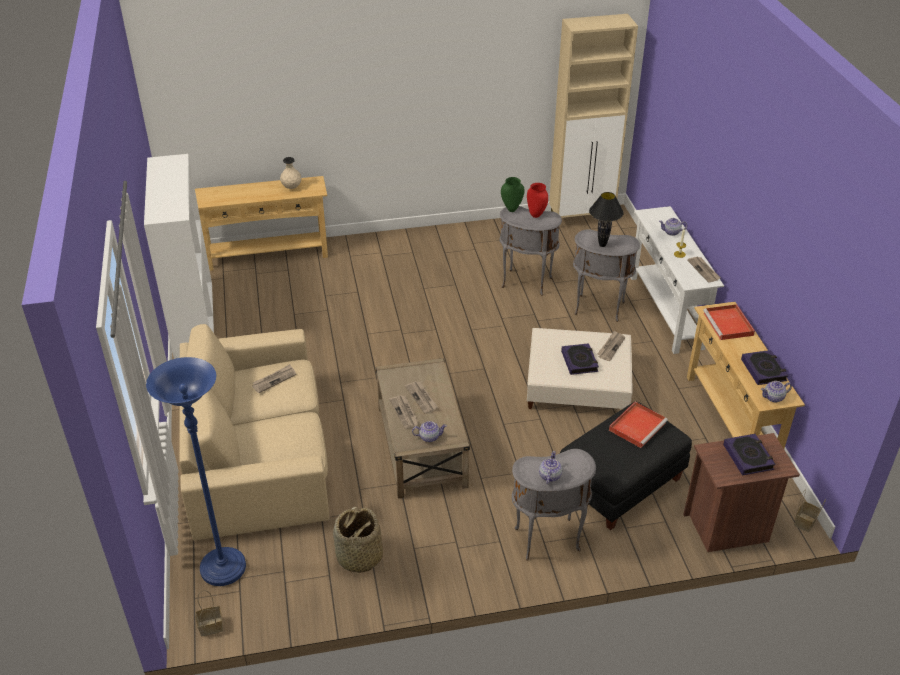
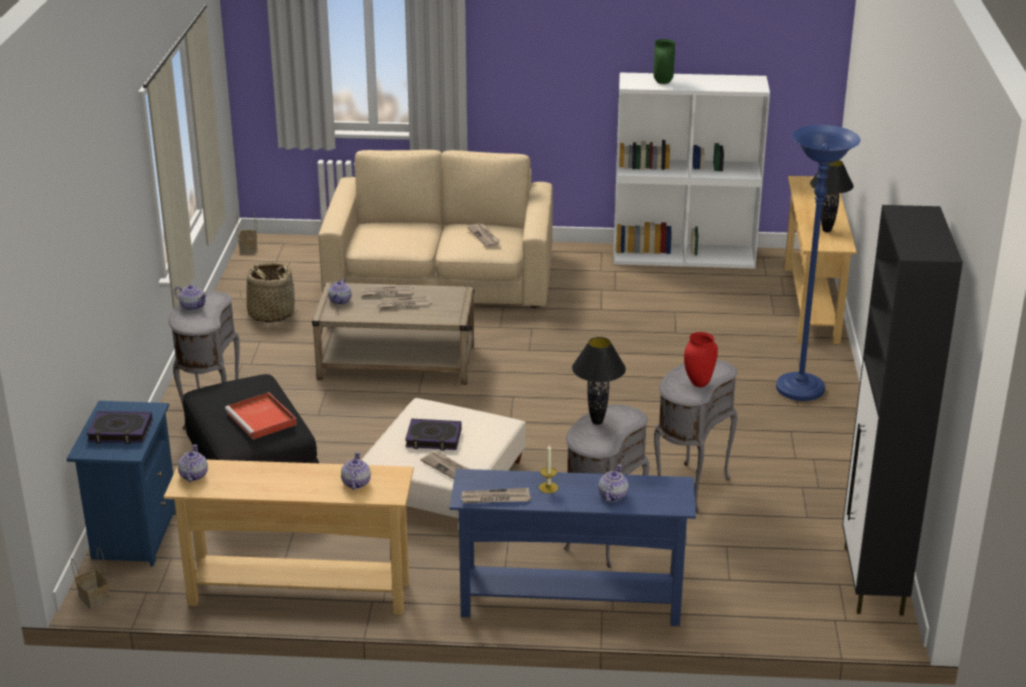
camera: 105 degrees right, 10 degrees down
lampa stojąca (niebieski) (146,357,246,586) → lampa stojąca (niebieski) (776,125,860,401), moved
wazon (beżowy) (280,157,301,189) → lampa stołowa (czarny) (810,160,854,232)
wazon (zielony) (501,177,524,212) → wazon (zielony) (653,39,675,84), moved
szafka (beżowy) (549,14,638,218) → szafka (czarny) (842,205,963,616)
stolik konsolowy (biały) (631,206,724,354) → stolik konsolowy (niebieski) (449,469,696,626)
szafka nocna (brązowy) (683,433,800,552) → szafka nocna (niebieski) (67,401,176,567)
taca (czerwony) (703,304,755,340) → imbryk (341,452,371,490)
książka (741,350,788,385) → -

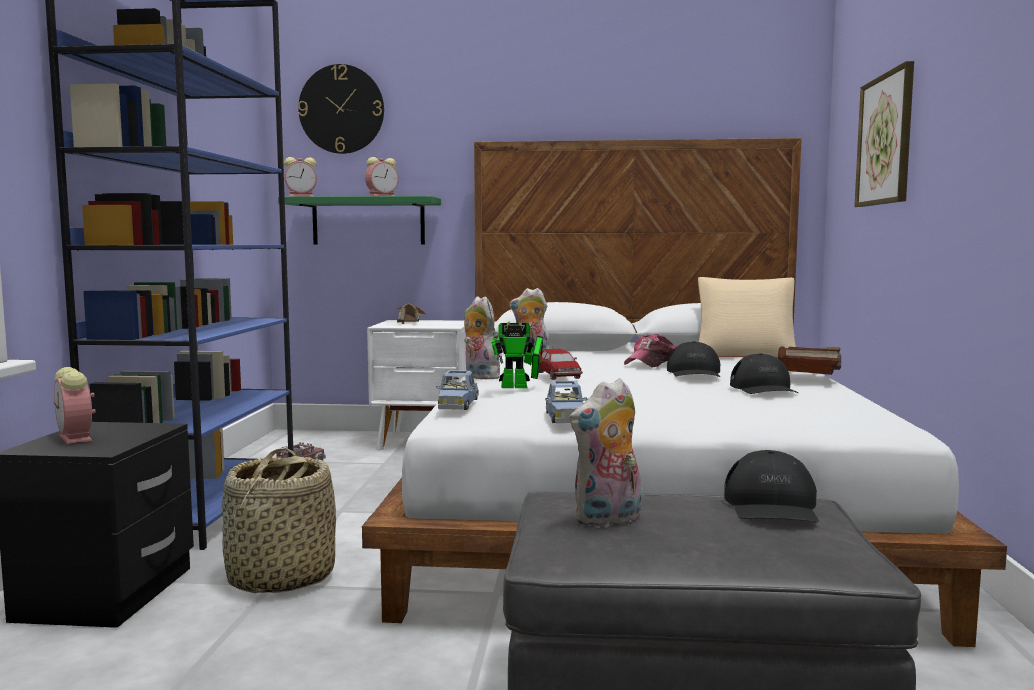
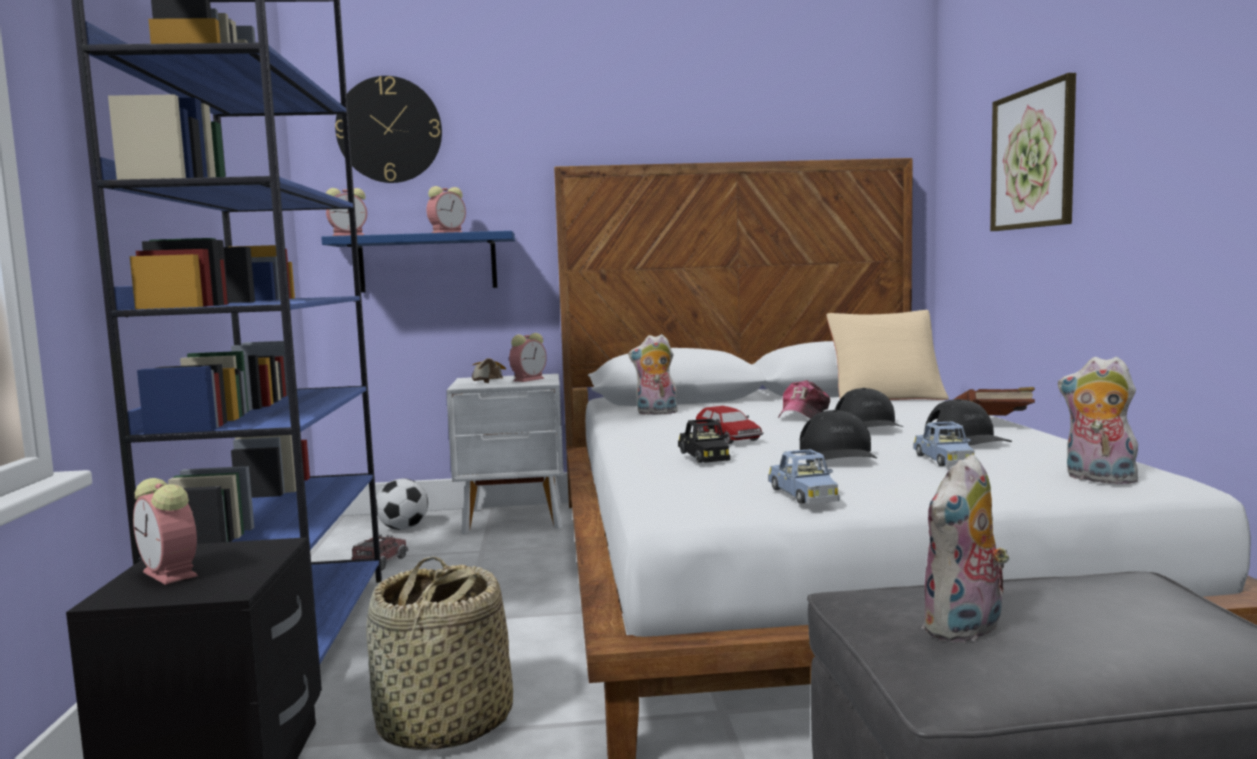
camera: 10 degrees left, 0 degrees up
półka (zielony) (278,196,441,245) → półka (niebieski) (321,231,515,293)
samochodzik (niebieski) (436,370,479,410) → samochodzik (niebieski) (913,422,975,466), moved
pluszak (464,296,503,379) → pluszak (1058,357,1138,485), moved
robot zabawkowy (487,298,543,388) → samochodzik (czarny) (678,419,730,463)
czapka z daszkiem (czarny) (724,450,819,523) → czapka z daszkiem (czarny) (800,410,877,461), moved
- → piłka futbolowa (376,478,428,530)
- → budzik (509,333,547,382)

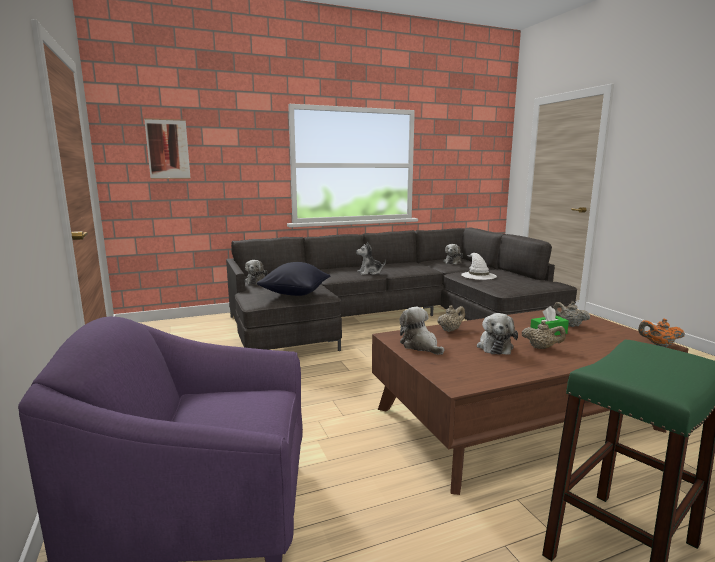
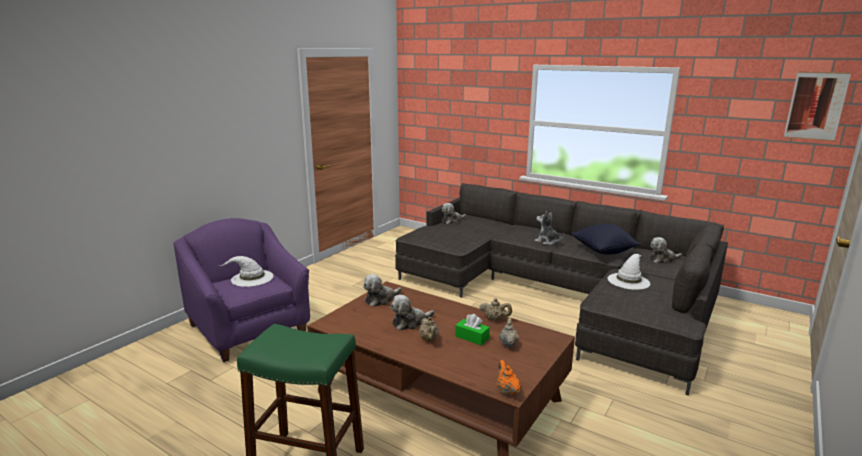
camera: 55 degrees right, 5 degrees up
obraz (144,118,191,179) → obraz (784,71,851,141), moved
poduszka (czarny) (257,262,330,296) → poduszka (czarny) (571,223,641,255), moved
pluszak (399,307,444,355) → pluszak (363,274,402,307), 150 degrees counterclockwise
imbryk (beżowy) (437,305,465,332) → imbryk (beżowy) (479,298,512,321), moved
- → kapelusz (biały) (219,256,273,287)

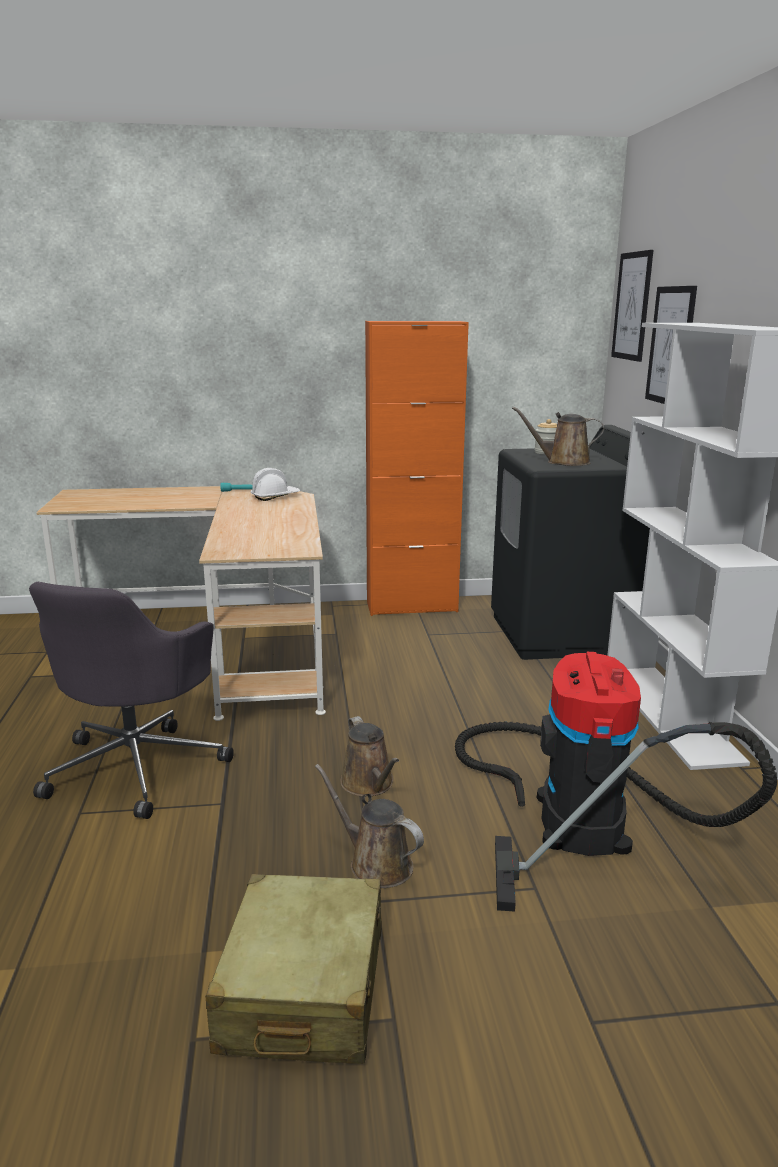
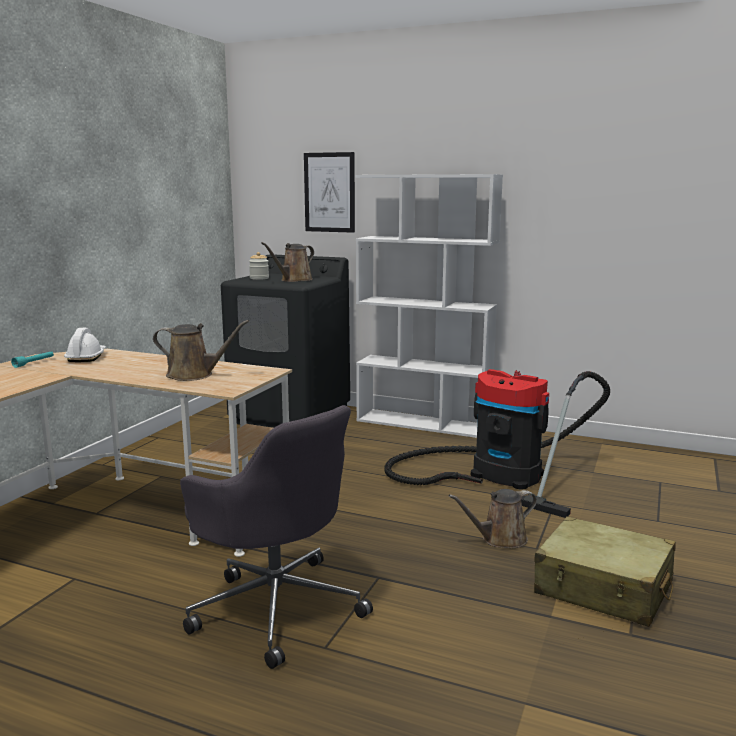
camera: 60 degrees left, 5 degrees down
konewka (brązowy) (340,716,399,797) → konewka (brązowy) (153,320,249,381), moved
szafka (pomarańczowy) (365,321,469,616) → -
obraz (611,250,653,362) → -

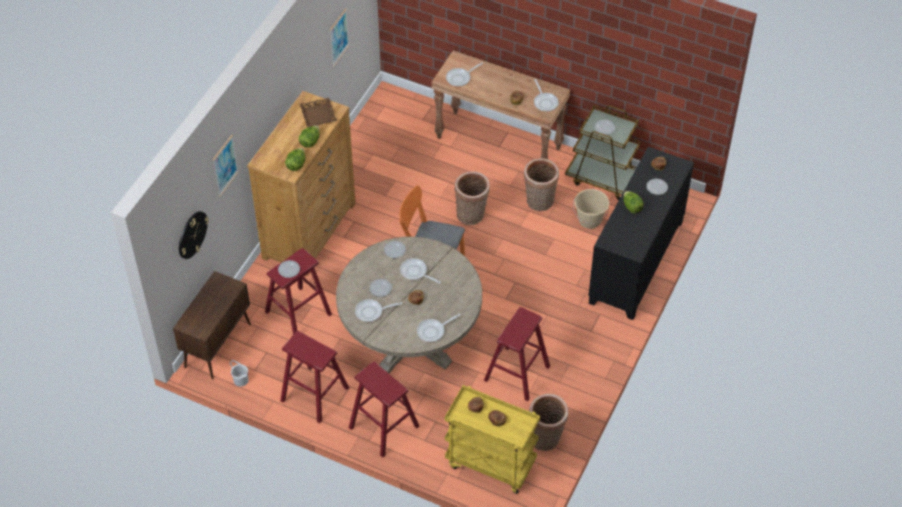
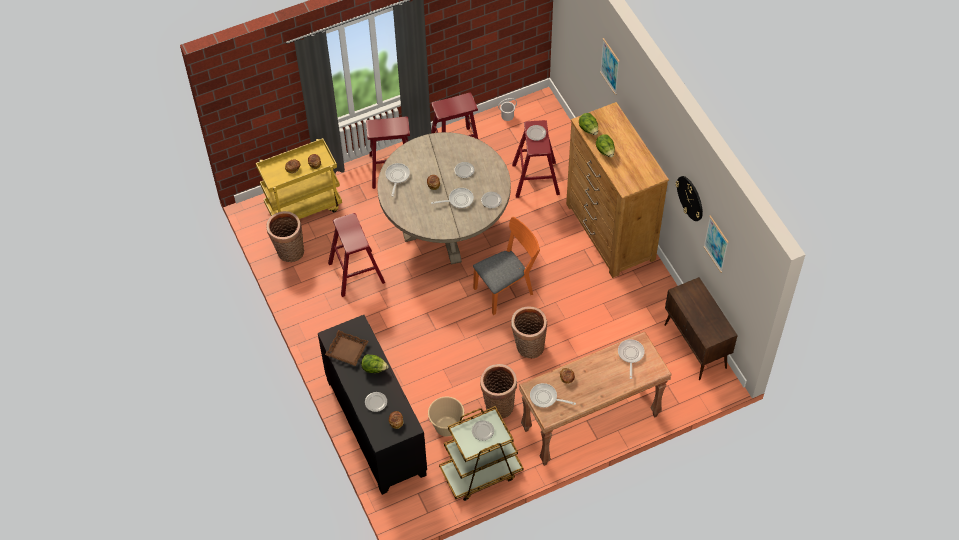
camera: 130 degrees right, 5 degrees up
szafka (brązowy) (173,271,251,380) → szafka (brązowy) (665,277,738,380), moved
zegar ścienny (179,211,209,259) → zegar ścienny (676,176,703,221), moved
taca (brązowy) (300,98,337,127) → taca (brązowy) (325,330,369,366), moved
patelnia (355,299,402,322) → -

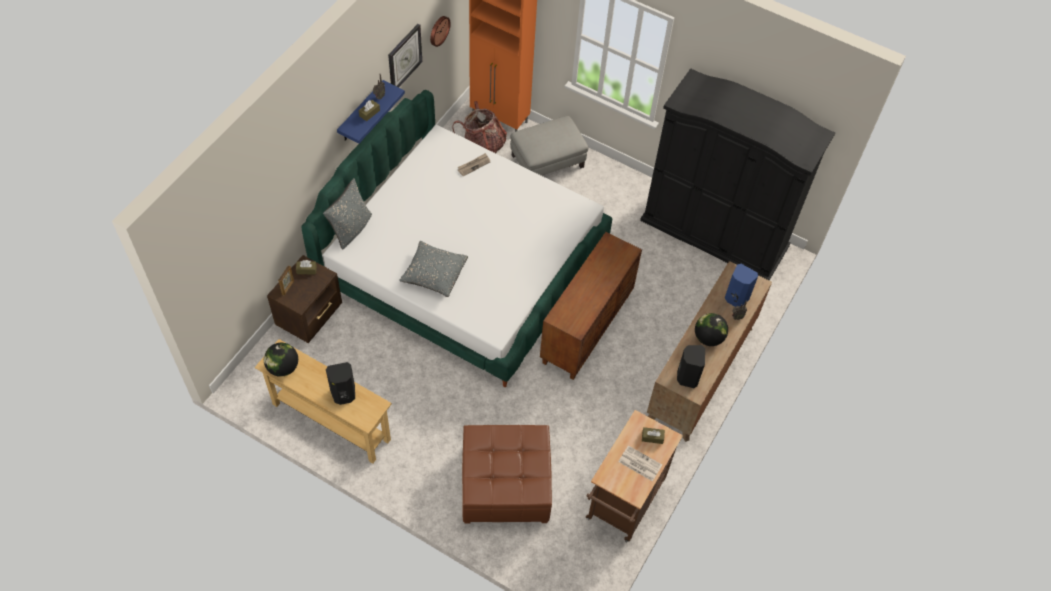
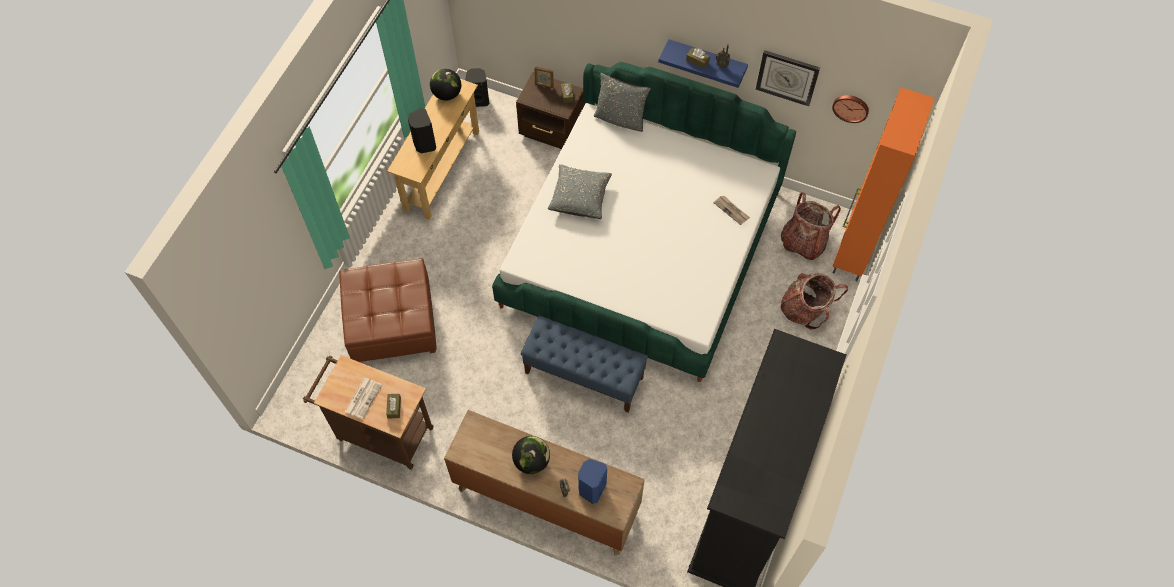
camera: 85 degrees right, 5 degrees up
pufa (szary) (510,116,588,176) → plecak (781,273,848,329)
szafka (brązowy) (540,232,642,380) → ławka (niebieski) (520,315,648,413)
głośnik (czarny) (677,345,705,388) → głośnik (czarny) (465,68,489,107), moved

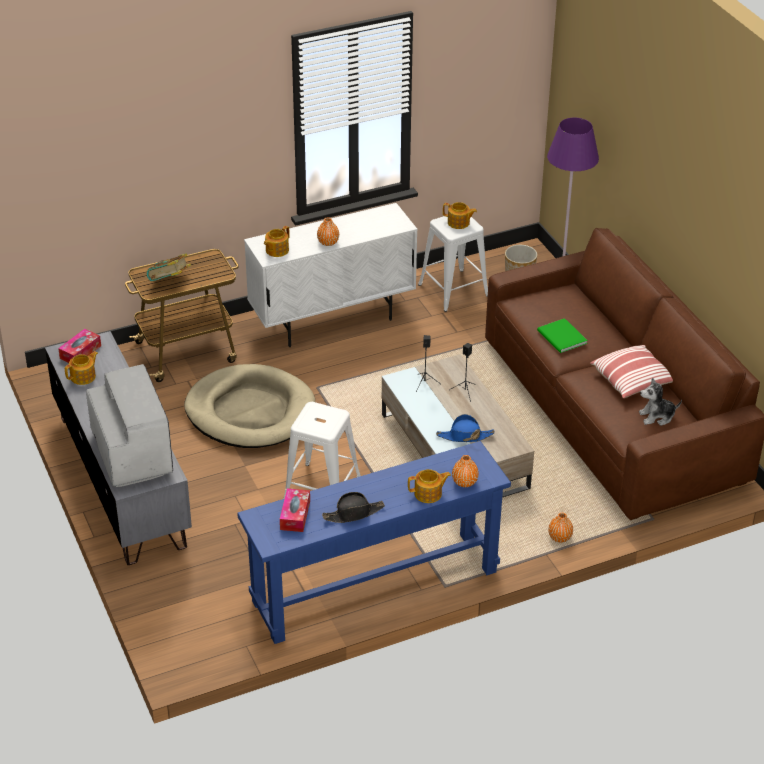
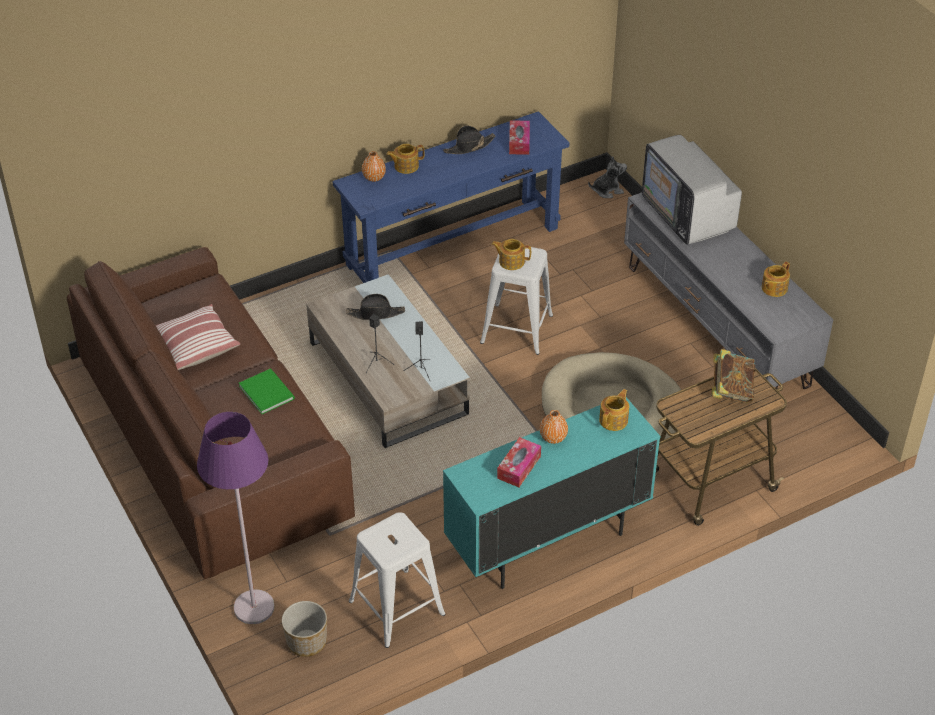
camera: 175 degrees right, 5 degrees up
pudełko chusteczek (58,329,101,363) → pudełko chusteczek (497,437,541,487), moved
szafka (biały) (244,203,417,347) → szafka (turkusowy) (443,397,660,589)
kapelusz (niebieski) (436,414,495,442) → kapelusz (czarny) (346,294,405,320)
imbryk (443,202,477,229) → imbryk (491,239,531,270), moved
wazon (pomarańczowy) (548,513,573,543) → -
pluszak (639,377,682,426) → pluszak (588,157,627,198), moved

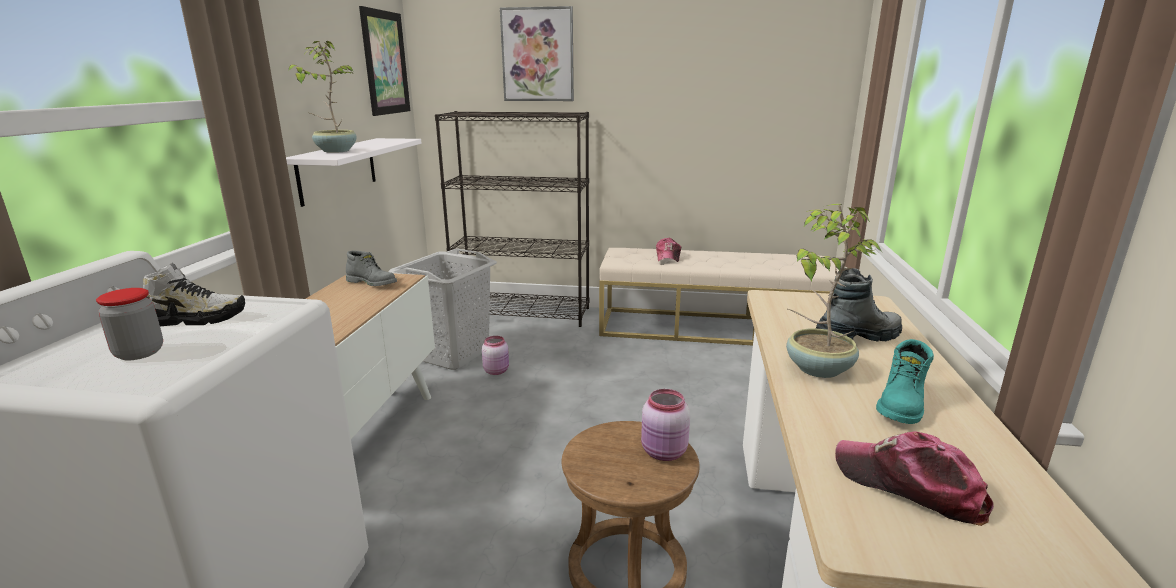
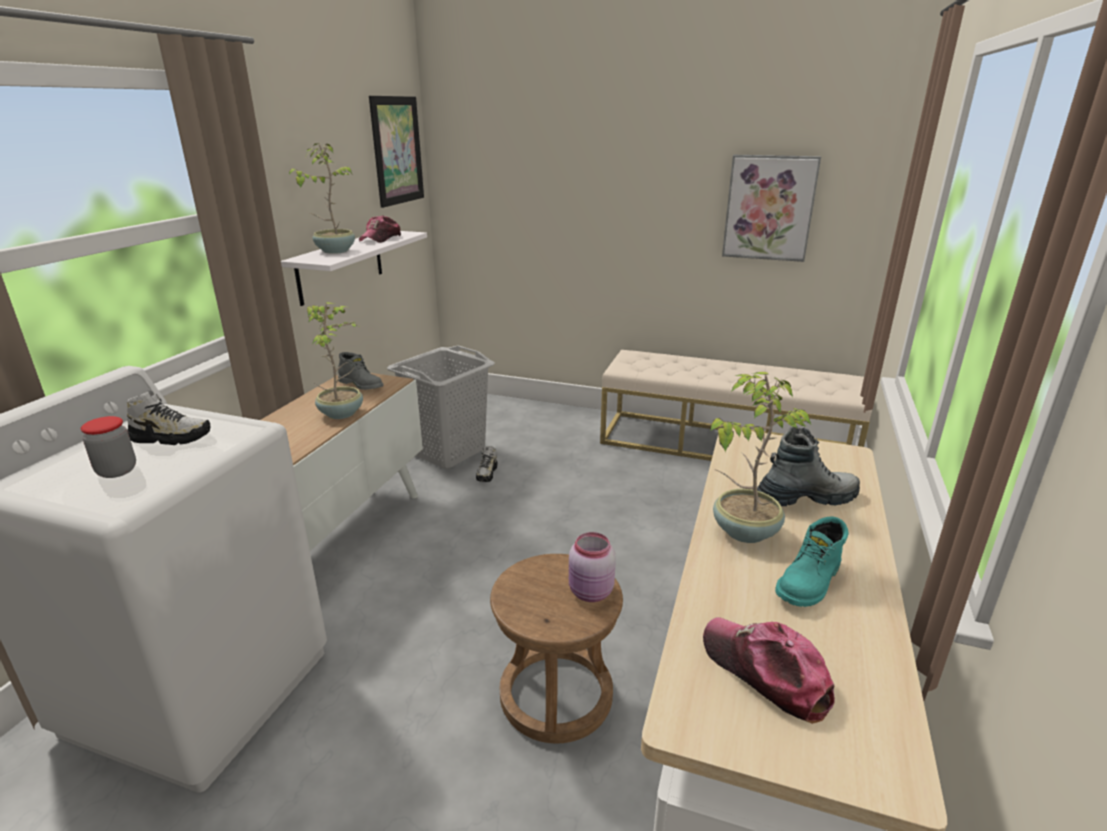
camera: 10 degrees right, 5 degrees up
regał (czarny) (435,111,589,327) → -
słoik (różowy) (482,336,509,375) → but (476,446,498,482)
obraz (500,6,574,101) → obraz (722,155,821,262), moved
czapka z daszkiem (656,238,681,262) → czapka z daszkiem (359,215,401,243), moved
- → roślina doniczkowa (307,302,363,419)

